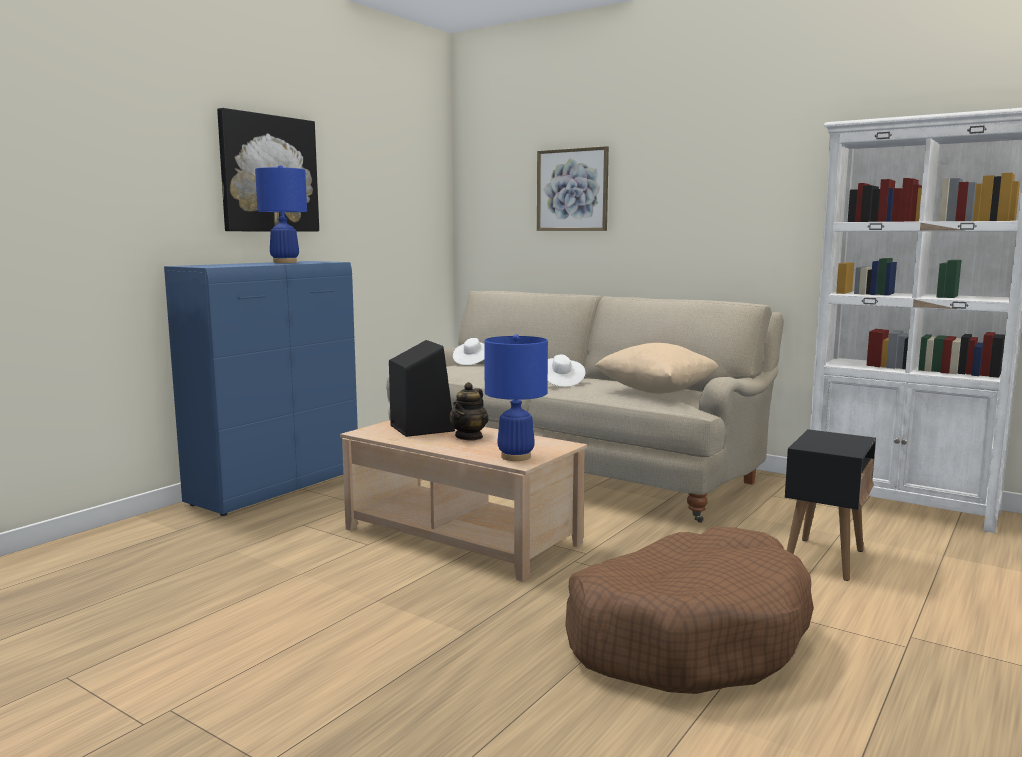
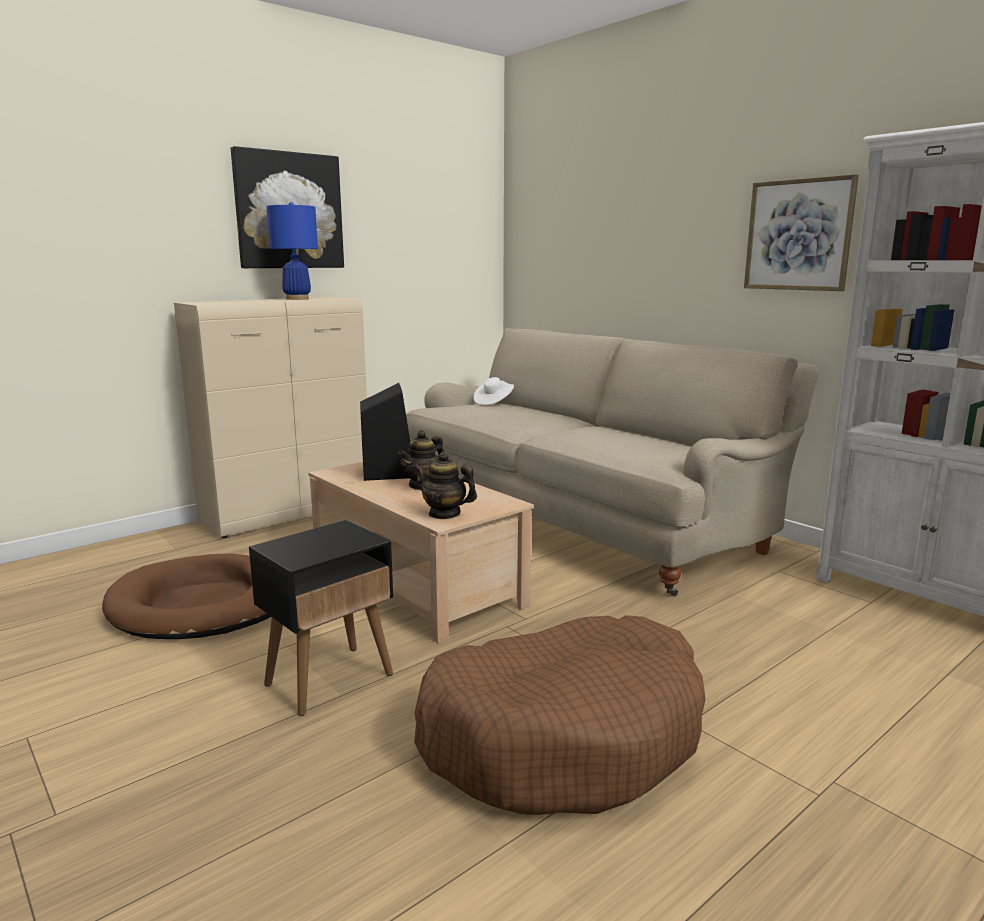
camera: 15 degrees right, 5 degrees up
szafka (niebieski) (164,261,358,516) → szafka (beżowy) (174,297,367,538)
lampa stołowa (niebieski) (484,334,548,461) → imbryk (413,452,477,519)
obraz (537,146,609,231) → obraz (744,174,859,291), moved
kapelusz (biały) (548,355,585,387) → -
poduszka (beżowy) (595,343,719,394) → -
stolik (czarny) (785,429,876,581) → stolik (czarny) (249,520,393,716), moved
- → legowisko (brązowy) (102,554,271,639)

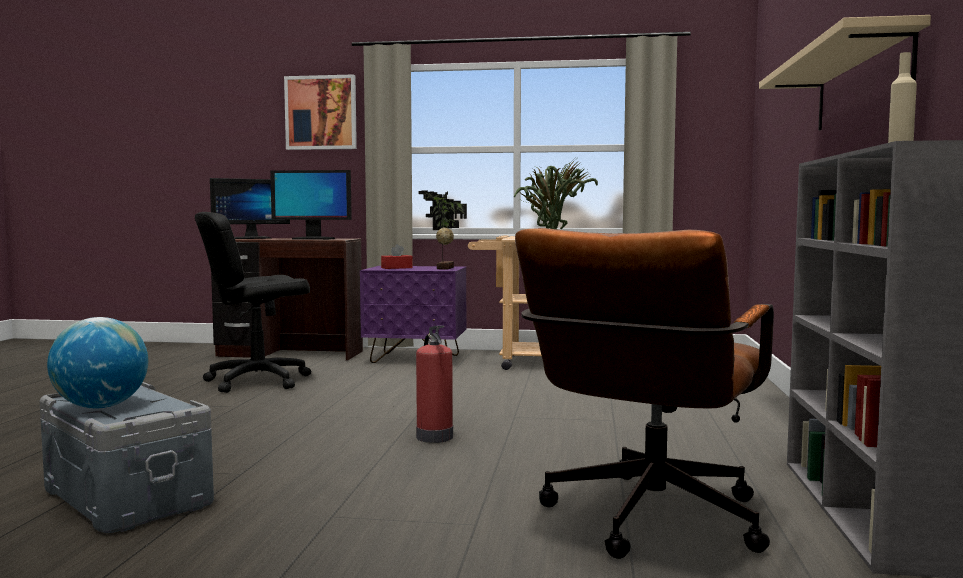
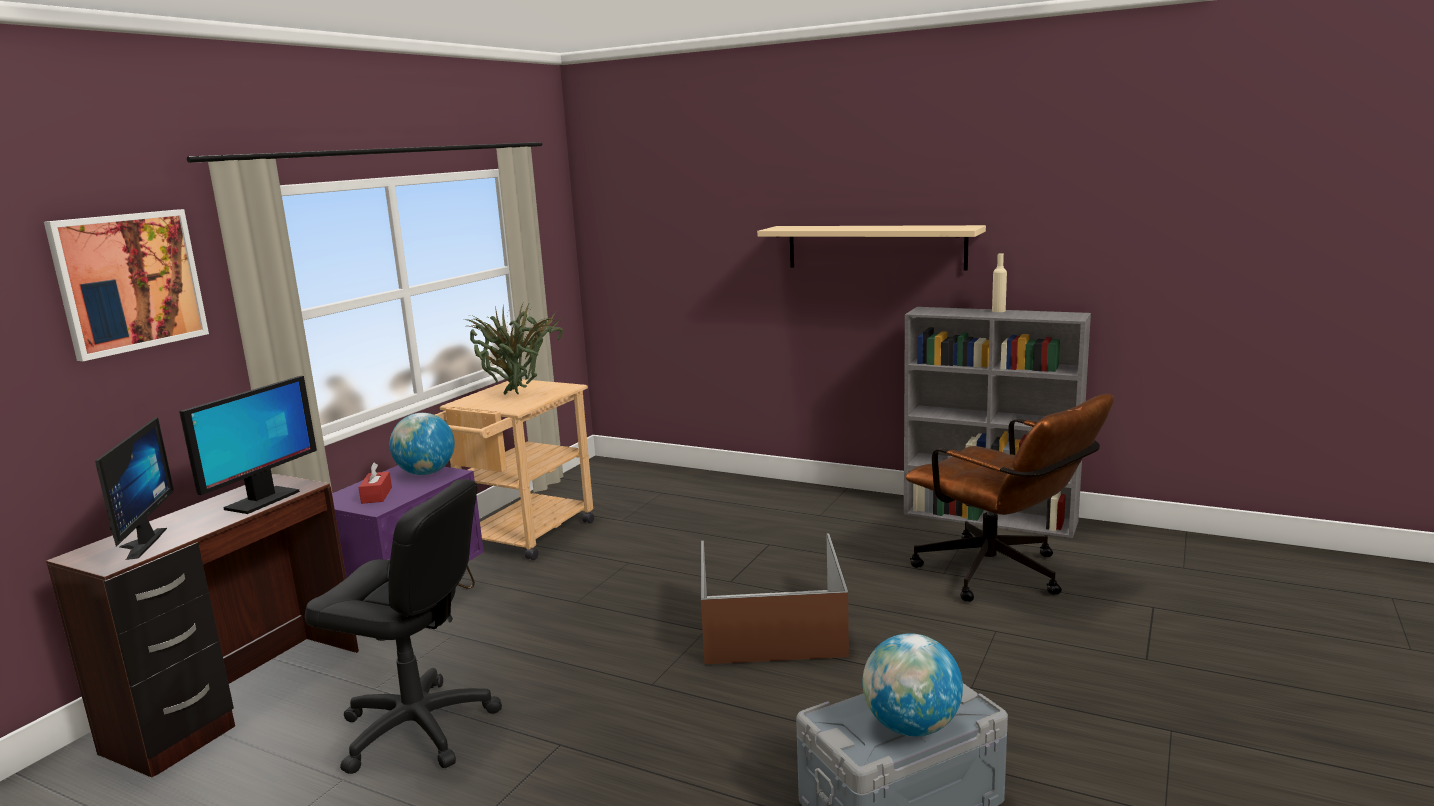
camera: 70 degrees left, 10 degrees up
krzesło biurowe (czarny) (195,212,311,393) → krzesło biurowe (czarny) (305,479,502,774), 60 degrees counterclockwise
gaśnica (416,325,453,443) → pojemnik do przechowywania (brązowy) (701,533,849,664)
roślina doniczkowa (418,191,467,269) → globus (390,413,455,475)

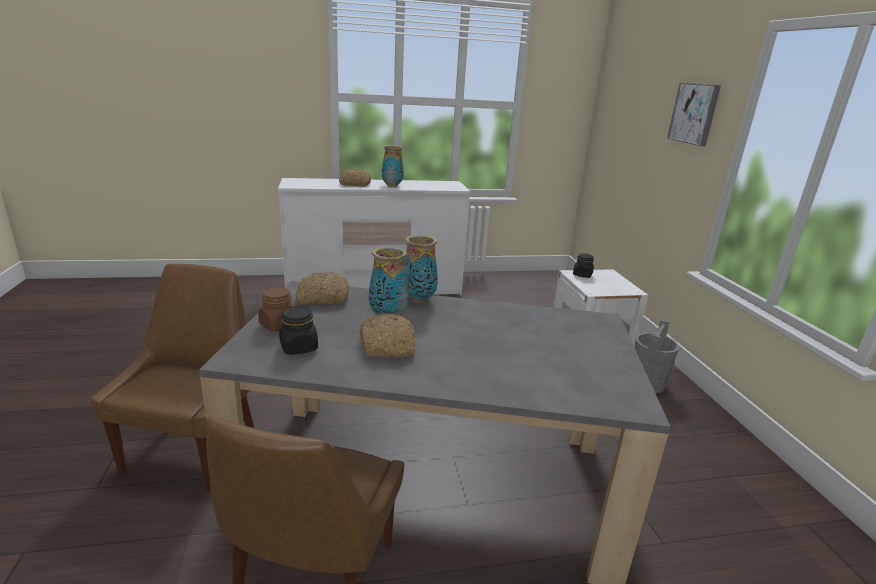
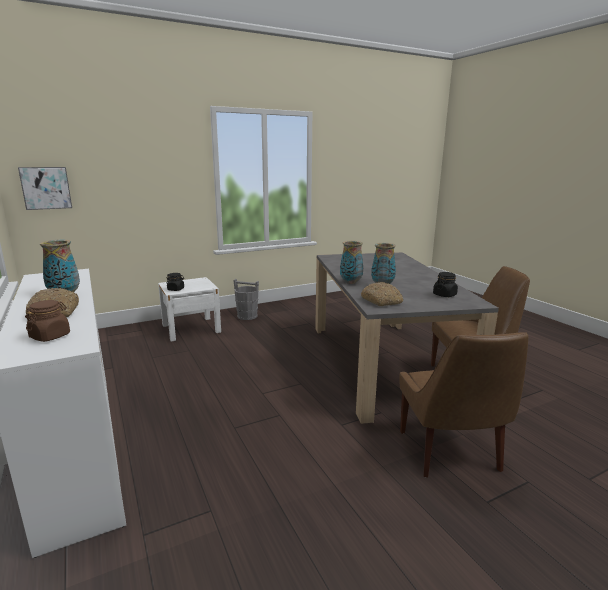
camera: 105 degrees left, 5 degrees down
krzesło (brązowy) (91,264,254,491) → krzesło (brązowy) (399,332,528,477), 90 degrees counterclockwise
słoik (brązowy) (258,287,294,332) → słoik (brązowy) (25,300,70,342), moved
chleb (360,313,415,357) → -
obraz (667,83,721,146) → obraz (18,167,72,210), moved

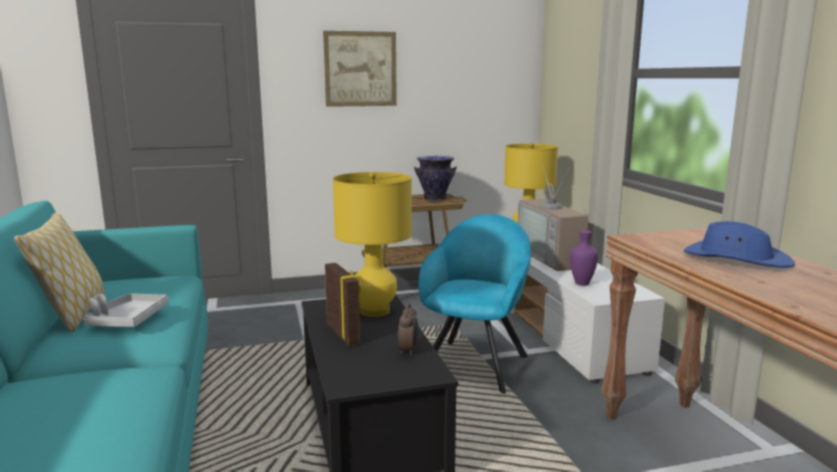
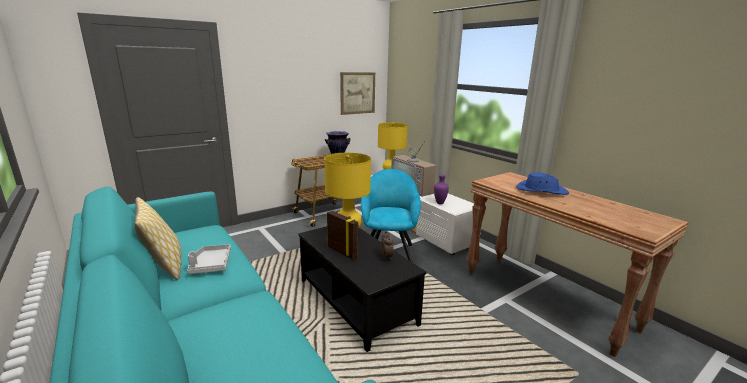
camera: 20 degrees left, 5 degrees up
obraz (323,31,397,107) → obraz (340,72,375,115), moved

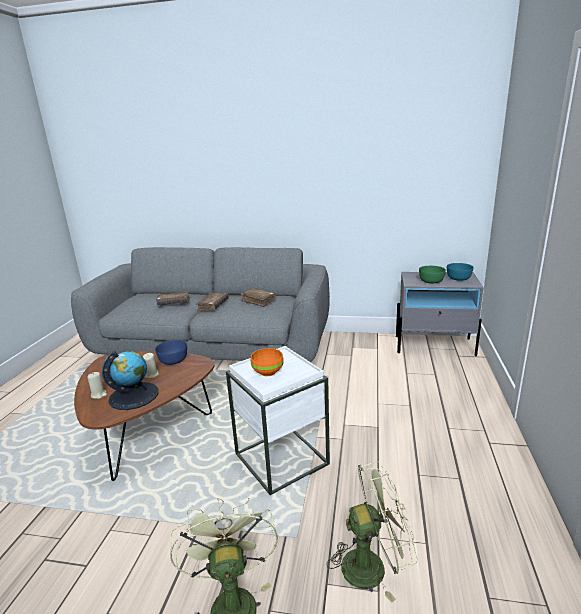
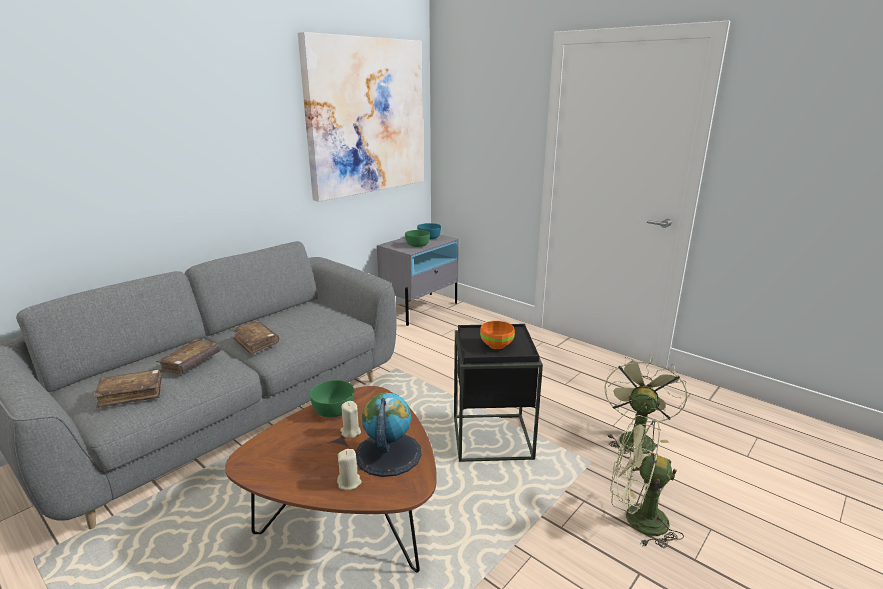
camera: 60 degrees left, 0 degrees up
miska (niebieski) (155,340,187,365) → miska (zielony) (310,380,354,418)
stolik (biały) (226,346,330,495) → stolik (czarny) (454,324,543,462)
książka (brązowy) (240,288,276,307) → książka (brązowy) (93,369,162,408), moved
- → obraz (298,32,423,202)

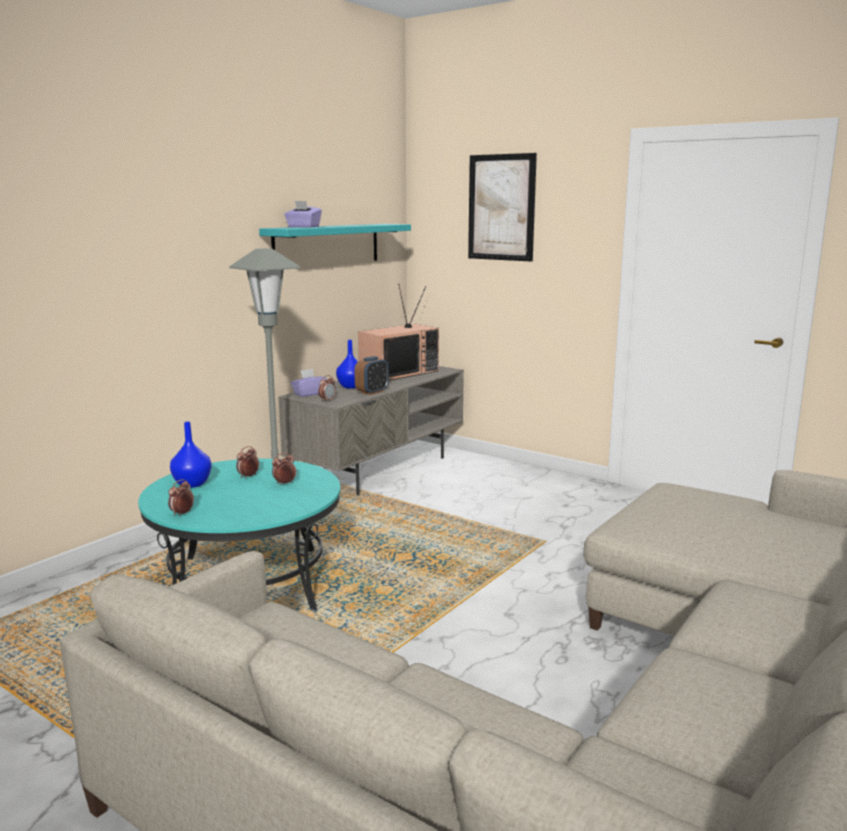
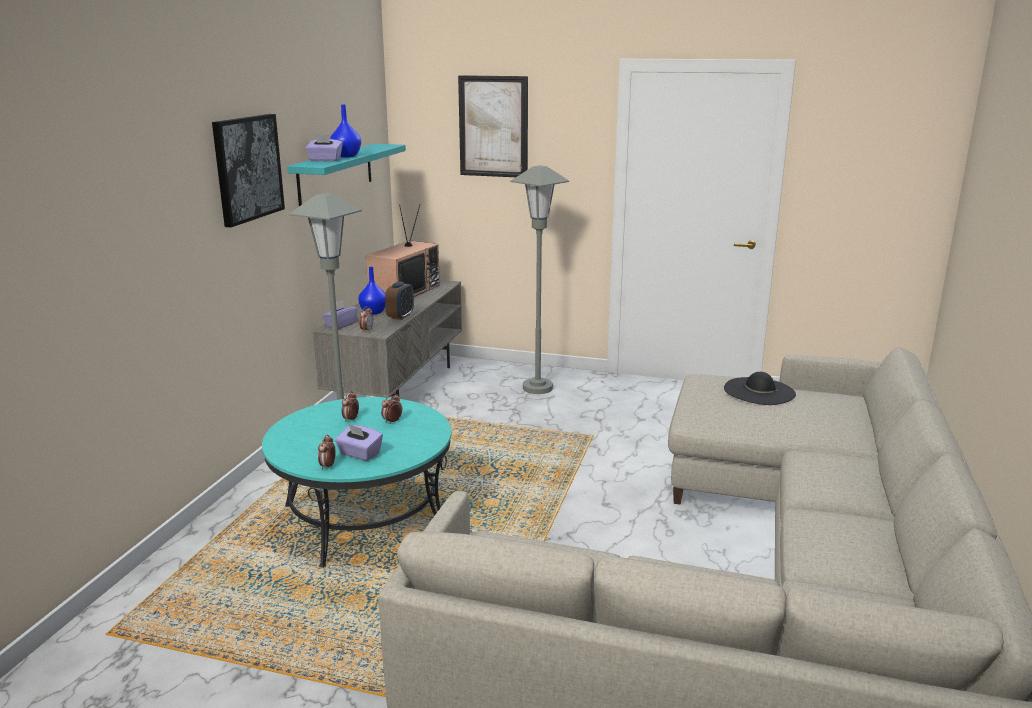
camera: 20 degrees left, 5 degrees up
wazon (niebieski) (170,421,212,488) → wazon (niebieski) (330,105,361,157), moved
- → obraz (212,114,285,227)
- → pudełko chusteczek (fioletowy) (335,424,383,461)
- → lampa stojąca (szary) (511,165,569,394)
- → kapelusz (czarny) (724,372,796,405)

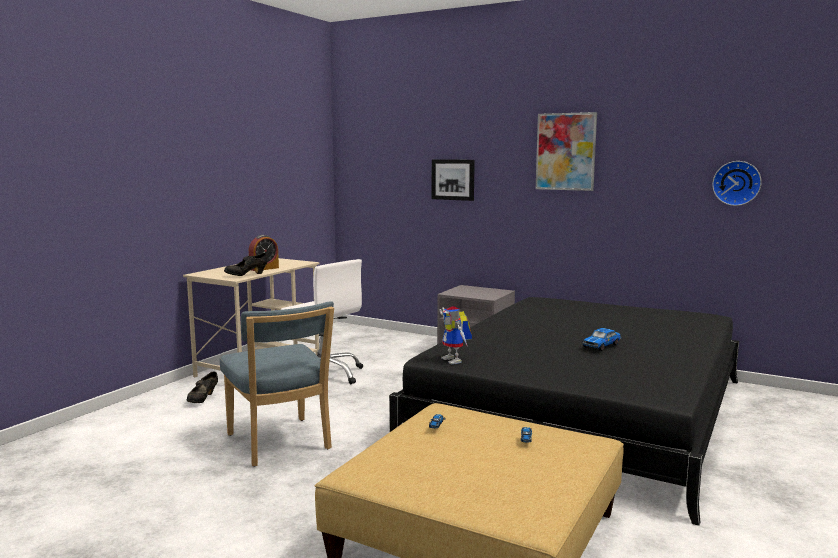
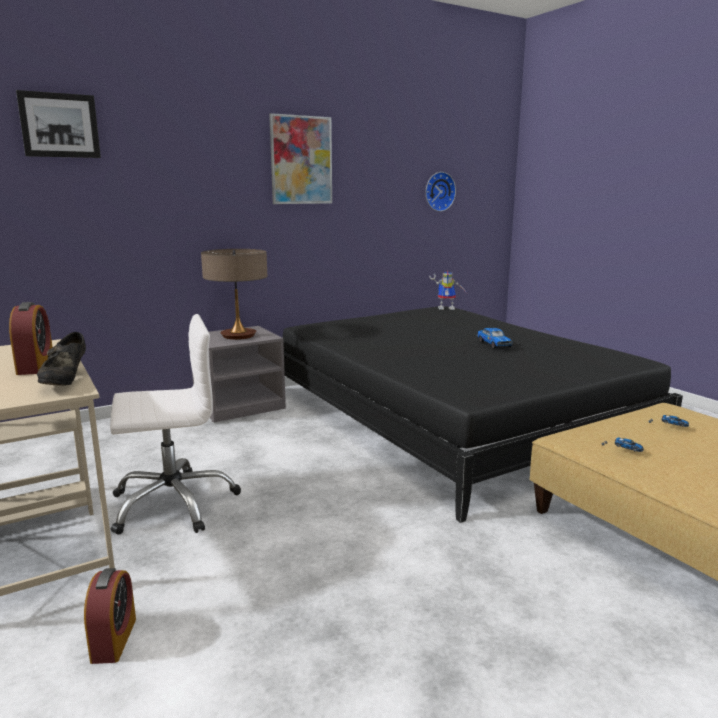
camera: 60 degrees left, 5 degrees up
but (czarny) (186,371,218,403) → budzik (84,568,136,664)
krzesło (niebieski) (220,301,334,467) → -
obraz (432,159,475,201) → obraz (16,90,101,158), moved
robot zabawkowy (440,306,472,364) → robot zabawkowy (429,270,468,310), moved
- → lampa stołowa (201,249,267,340)

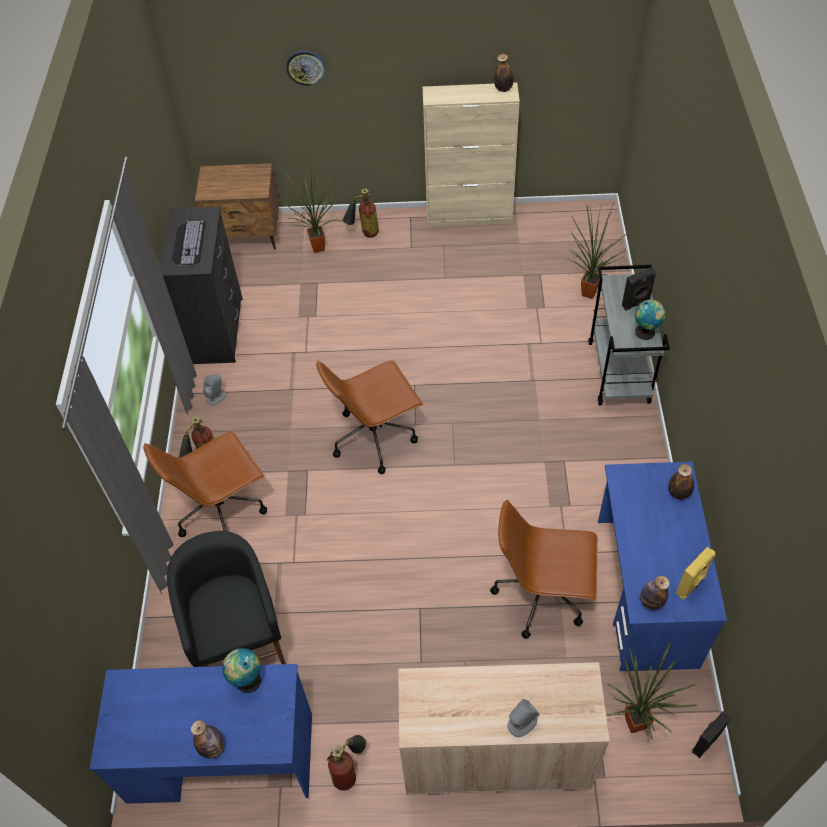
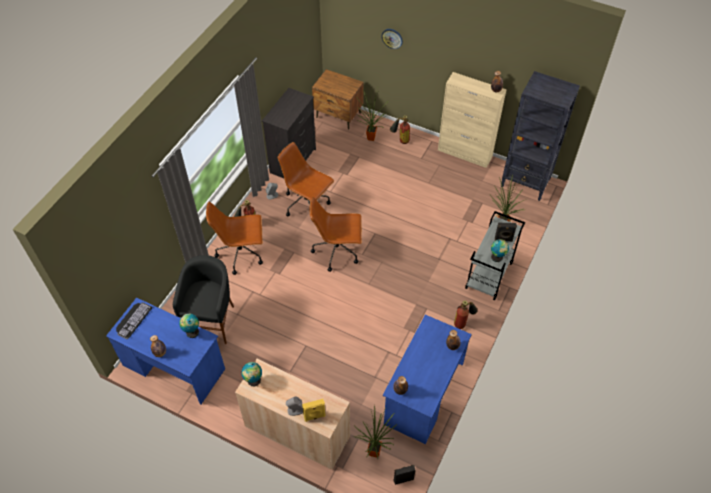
camera: 25 degrees right, 0 degrees up
klawiatura (172,221,205,267) → klawiatura (116,303,152,339), moved
gaśnica (327,735,366,791) → gaśnica (454,300,478,329), moved
krzesło biurowe (brązowy) (490,500,598,639) → krzesło biurowe (brązowy) (278,142,334,222), moved
głośnik (żółty) (676,547,715,599) → głośnik (żółty) (302,399,326,422), moved
- → globus (241,362,262,386)
- → regał (czarny) (501,71,580,201)

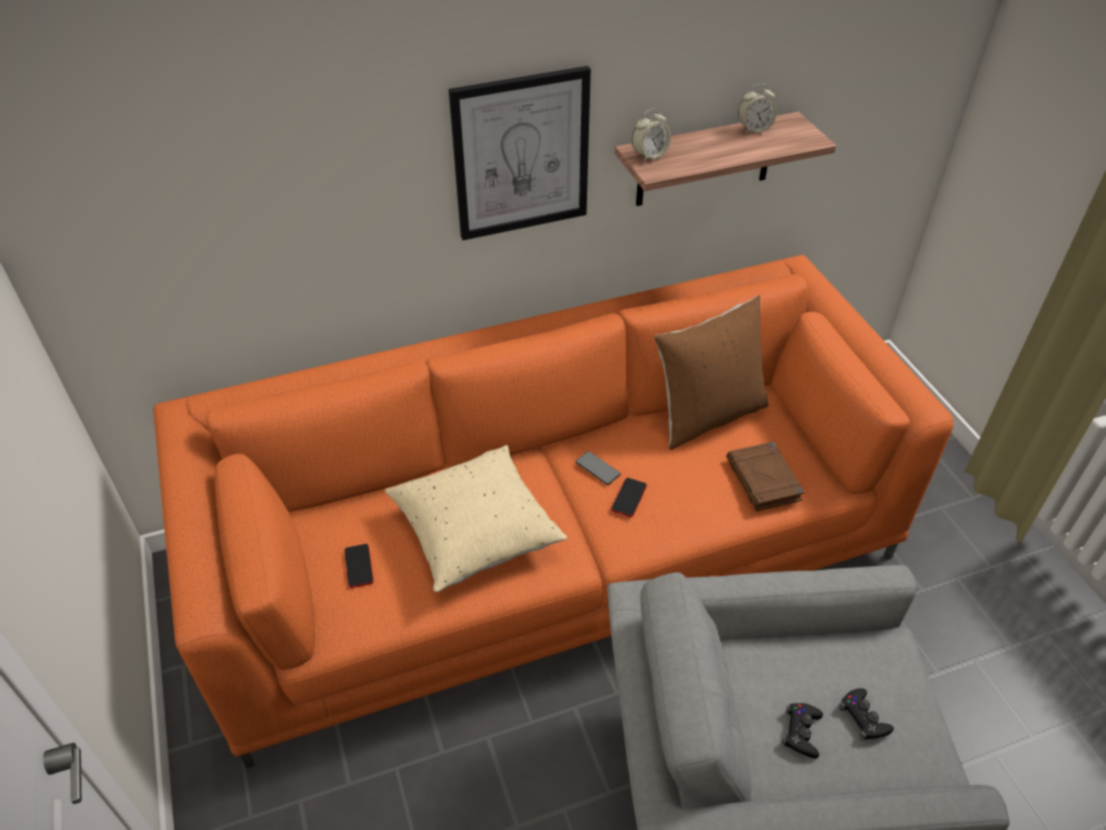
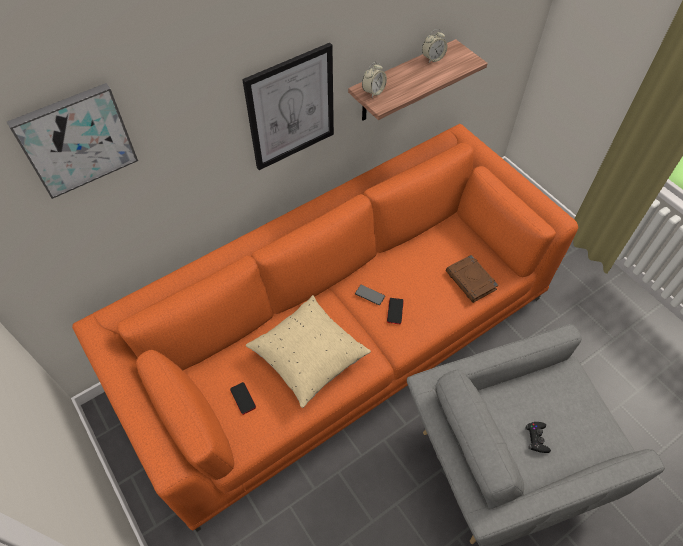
camera: 15 degrees left, 10 degrees up
poduszka (brązowy) (654,295,769,450) → -
pad do gier (czarny) (839,688,894,740) → -
- → obraz (7,83,138,199)

